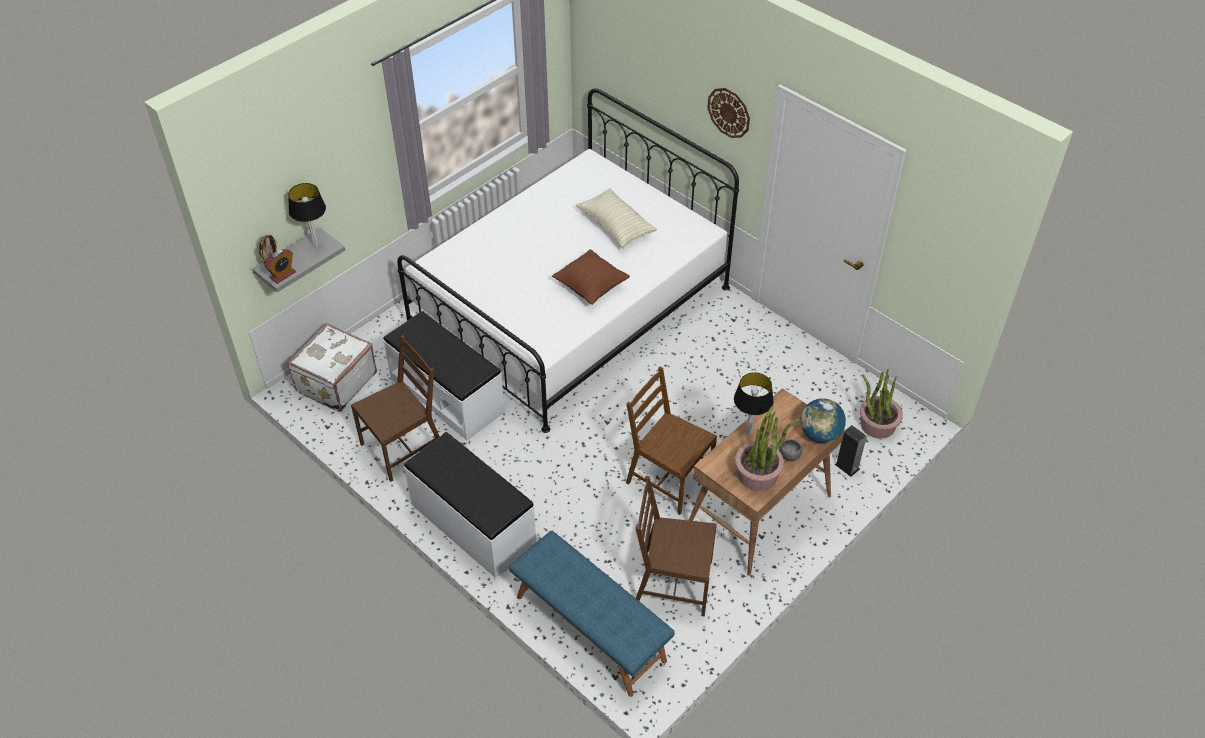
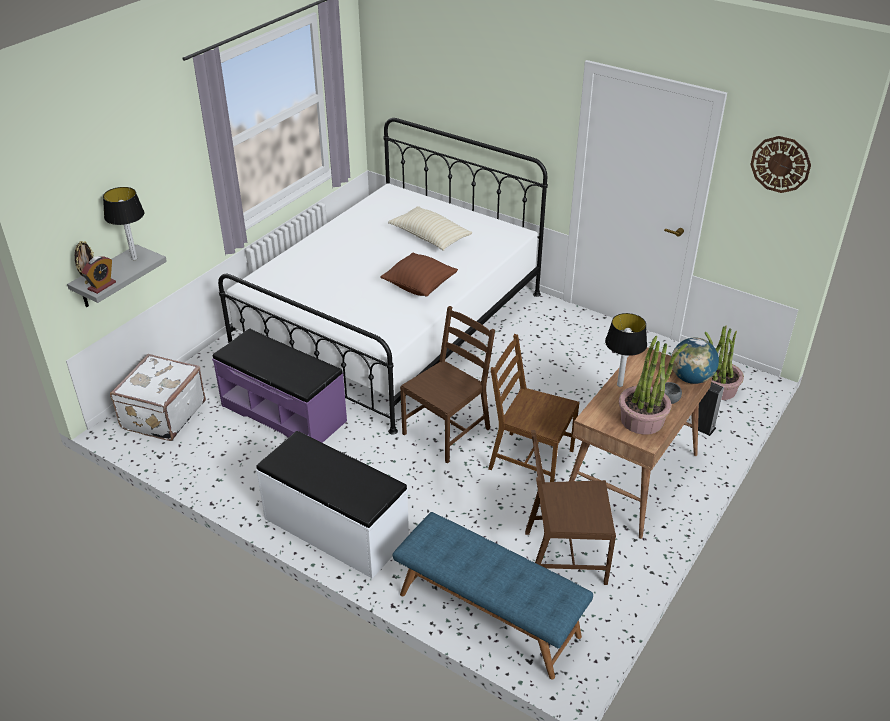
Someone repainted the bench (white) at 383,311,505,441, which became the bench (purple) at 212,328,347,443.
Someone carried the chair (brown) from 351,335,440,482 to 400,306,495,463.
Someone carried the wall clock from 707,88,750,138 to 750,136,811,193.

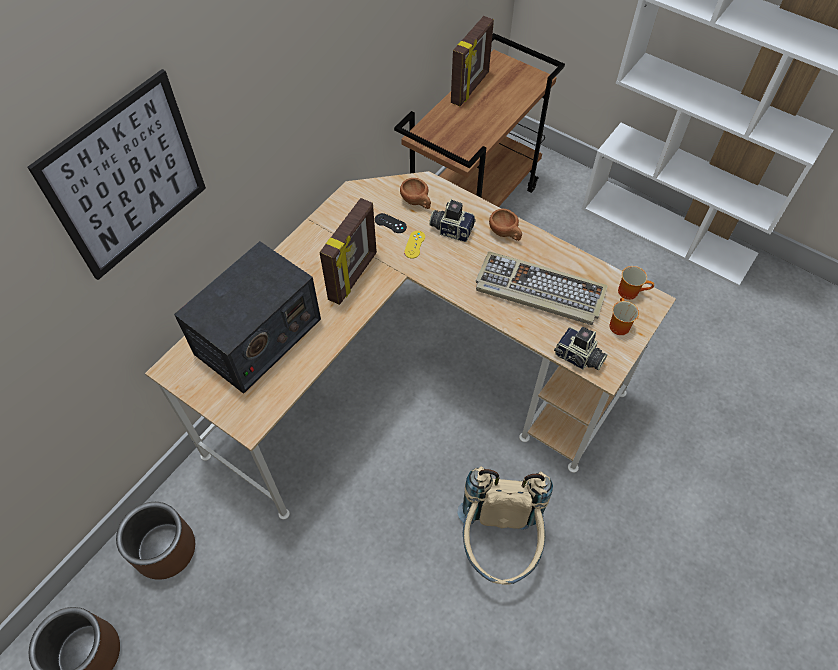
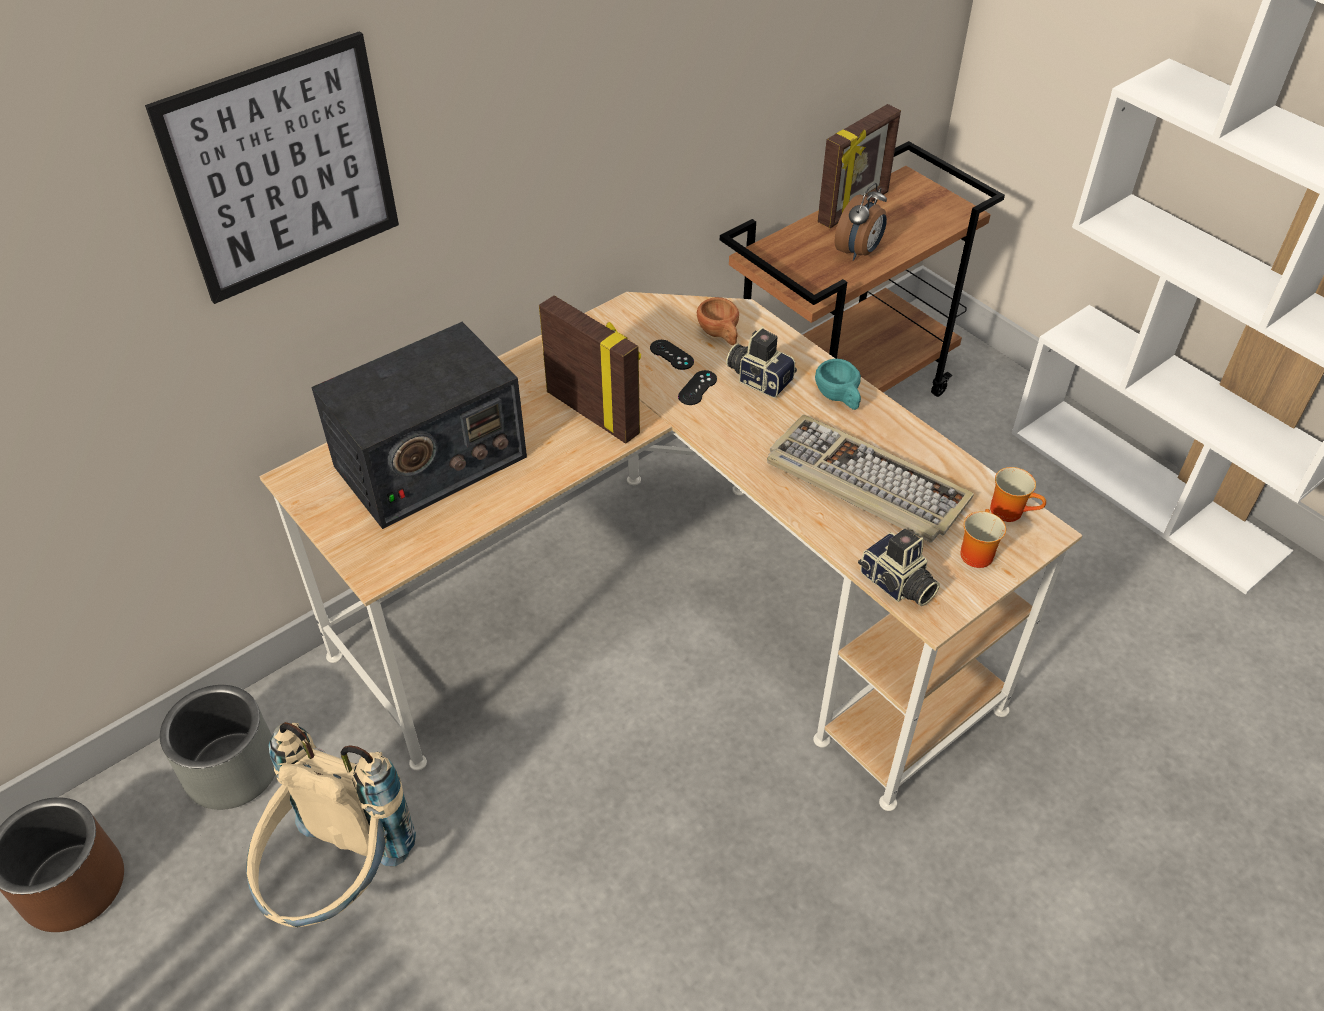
Someone repainted the planter (brown) at 116,502,195,580, which became the planter (grey) at 160,685,275,810.
Someone carried the backpack (beige) from 457,466,553,585 to 246,722,416,927.
Someone rotated the picture frame at 320,198,377,305 by 90 degrees counterclockwise.
Someone repainted the game controller (yellow) at 404,231,425,258, which became the game controller (black) at 678,370,717,405.
Someone repainted the cup (brown) at 489,209,522,241, which became the cup (turquoise) at 815,359,861,410.
Someone put down the alarm clock at 834,183,887,261.

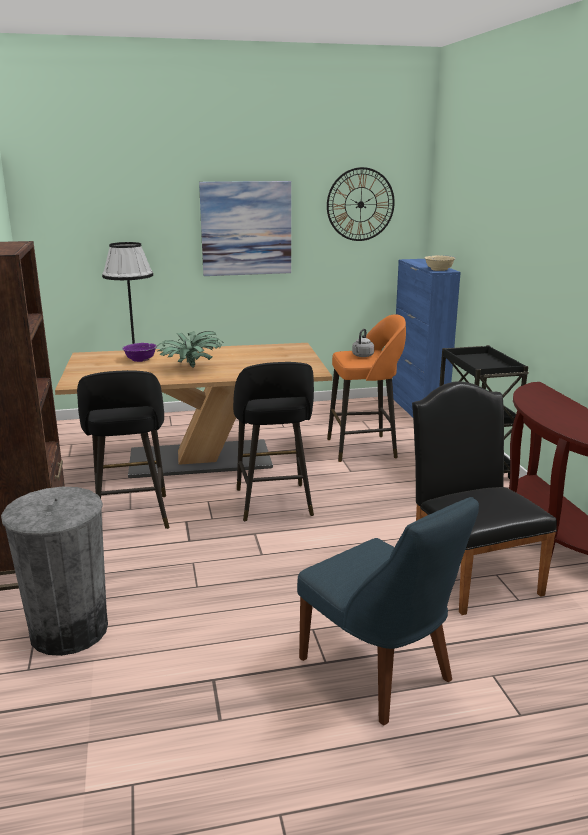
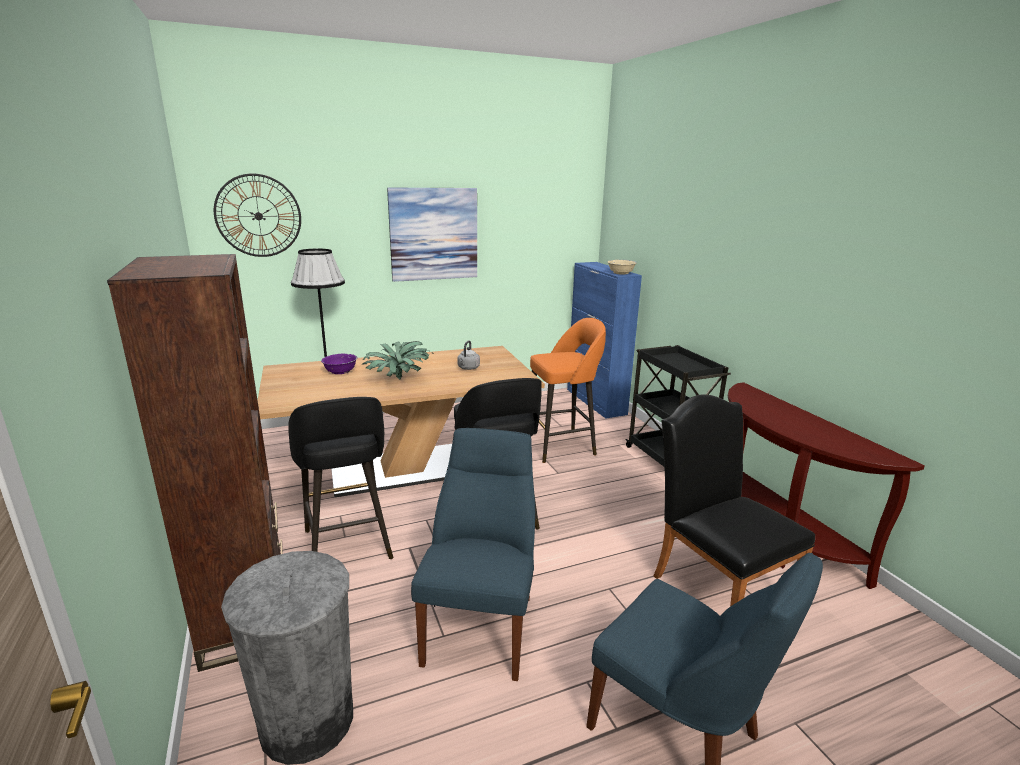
Someone carried the wall clock from 327,167,395,241 to 214,173,301,257.
Someone put down the chair (blue) at 411,428,535,681.
Someone carried the kettle (grey) from 352,329,374,357 to 457,340,480,370.

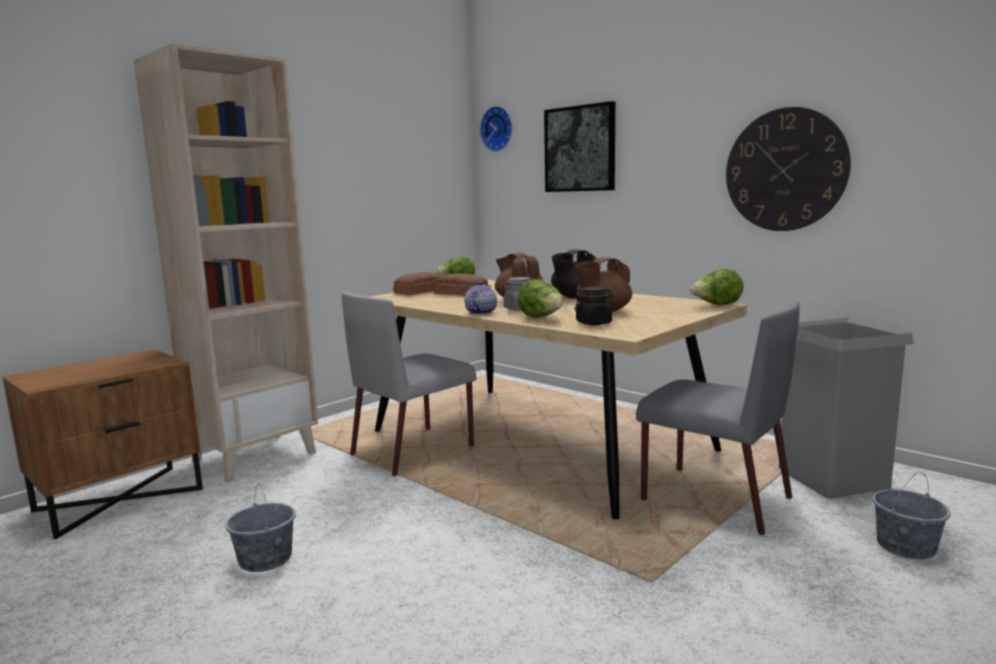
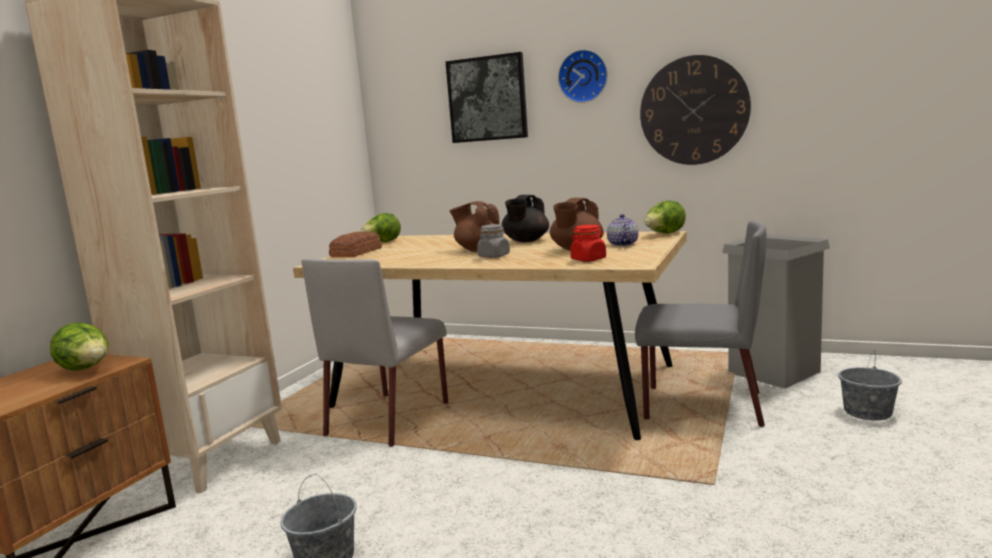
Someone carried the lettuce from 518,279,563,318 to 50,323,109,371.
Someone carried the wall clock from 480,106,512,152 to 558,49,608,103.
Someone repainted the jar (black) at 575,287,614,325, which became the jar (red) at 570,225,606,261.
Someone carried the teapot from 465,281,497,315 to 607,214,639,246.
Someone took away the bread at 434,274,488,296.

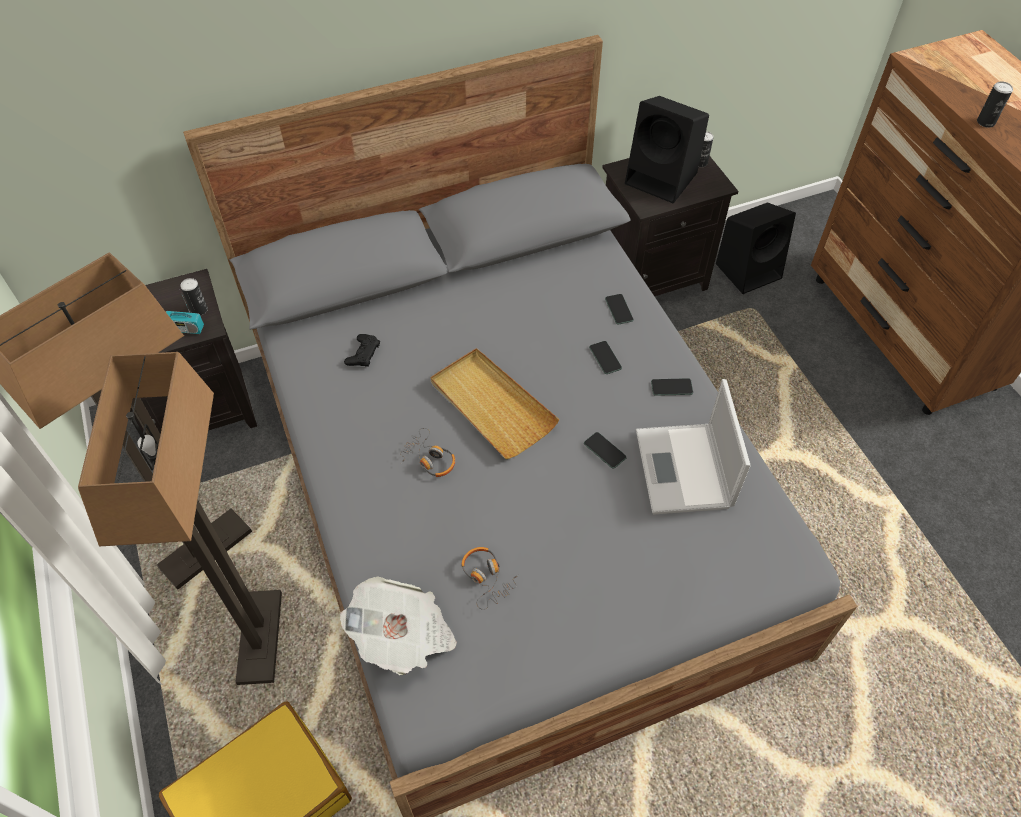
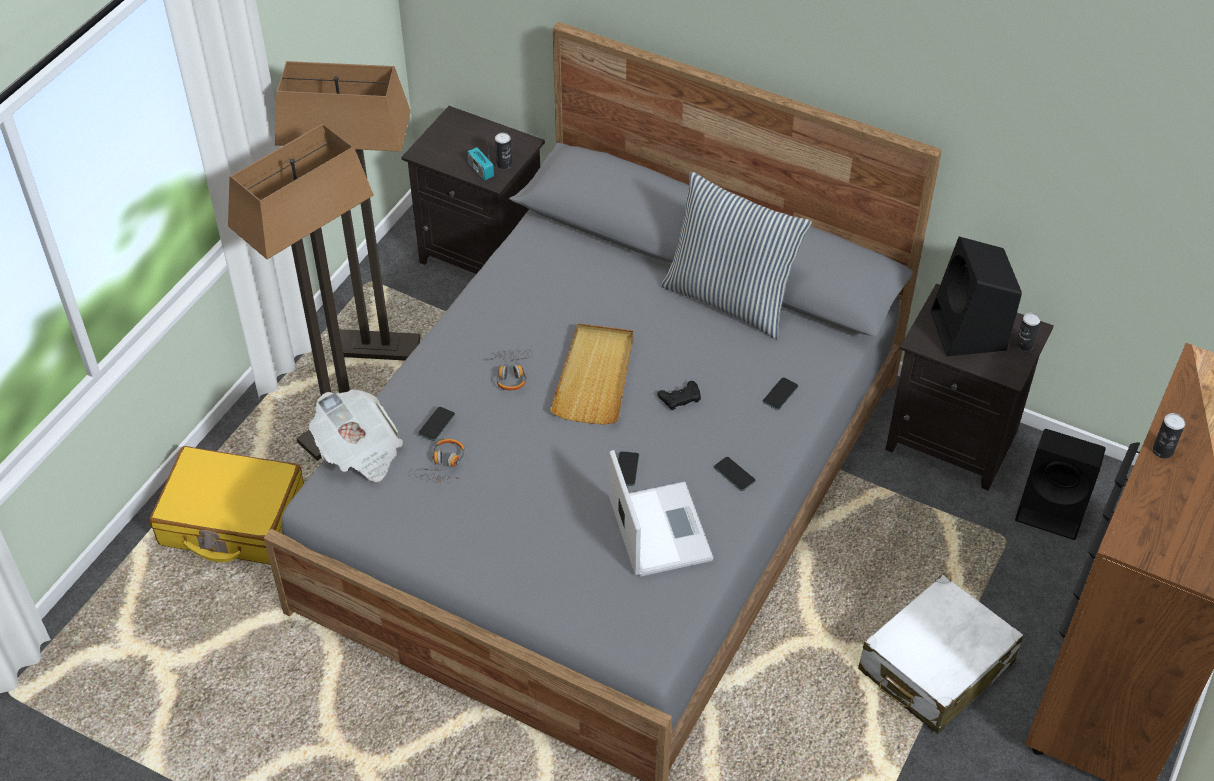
Someone carried the phone from 589,341,622,374 to 418,407,455,441.
Someone rotated the laptop at 636,379,751,515 by 120 degrees clockwise.
Someone carried the game controller (black) from 344,334,380,367 to 657,381,701,410.
Someone put down the pillow at 661,171,812,339.
Someone put down the suitcase (white) at 858,574,1023,734.

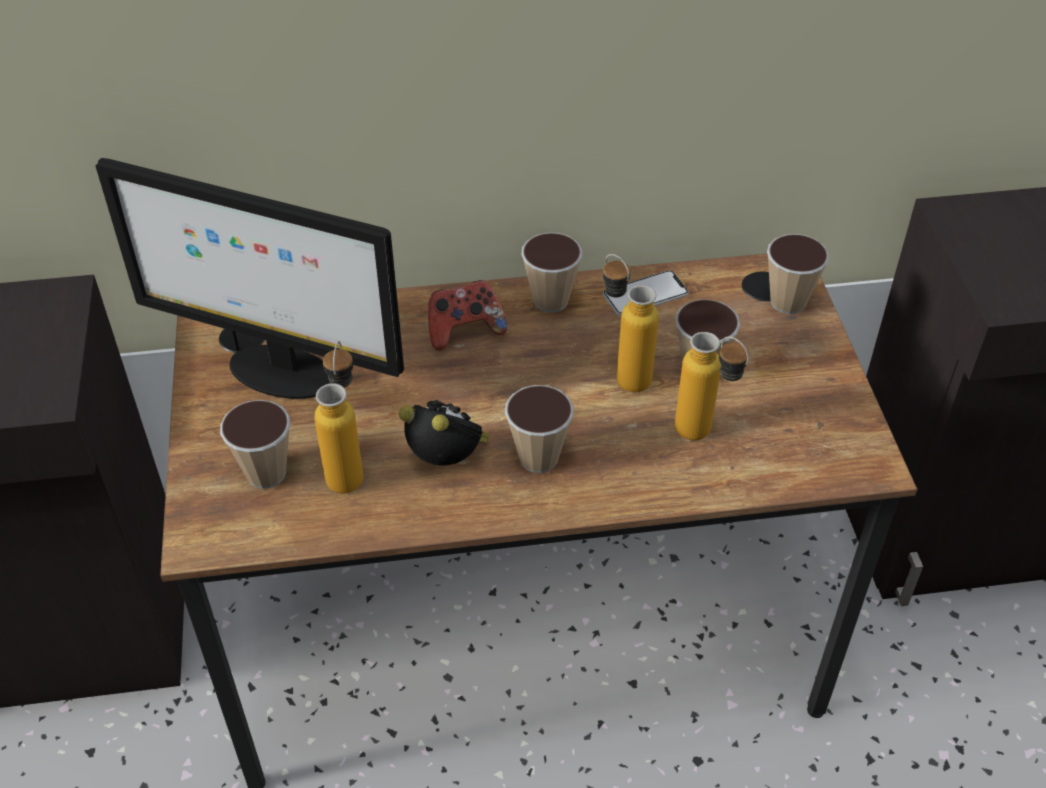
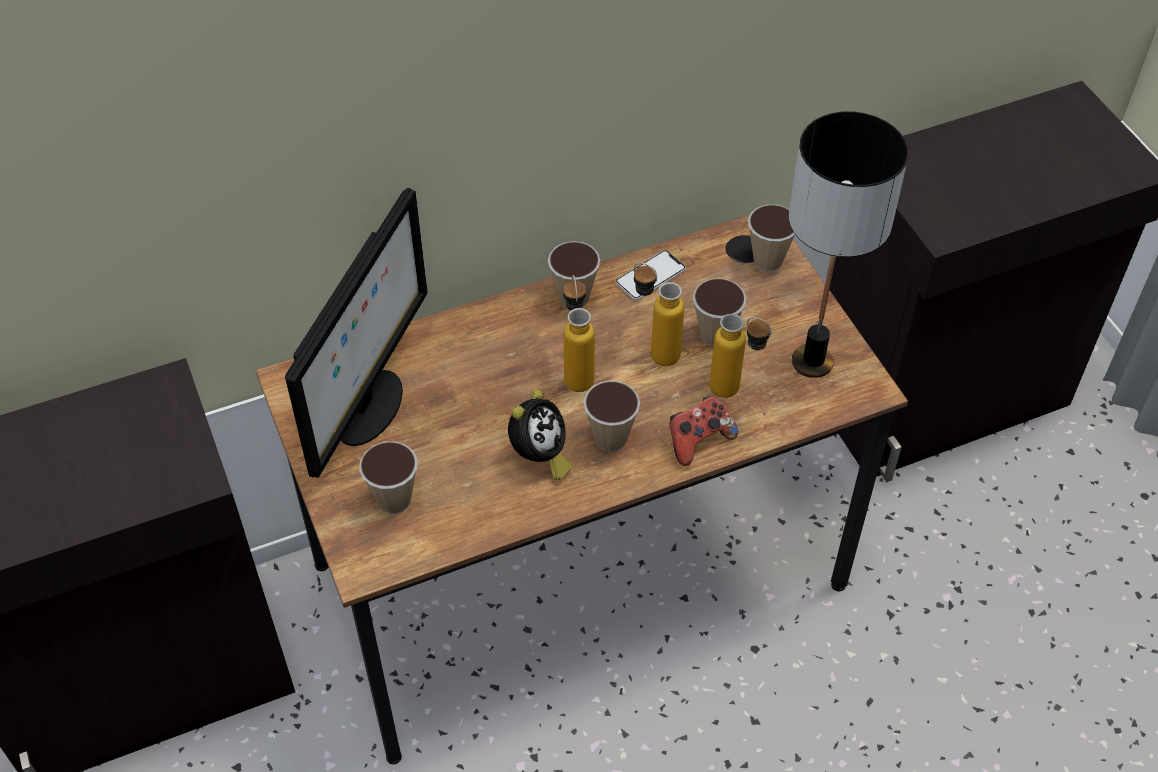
Someone rotated the monitor at 96,158,404,399 by 75 degrees counterclockwise.
Someone rotated the alarm clock at 399,399,490,466 by 105 degrees clockwise.
Someone carried the bottle from 314,341,364,493 to 563,275,595,392.
Someone carried the game controller from 428,280,507,350 to 669,396,738,466.
Someone put down the table lamp at 789,111,908,378.

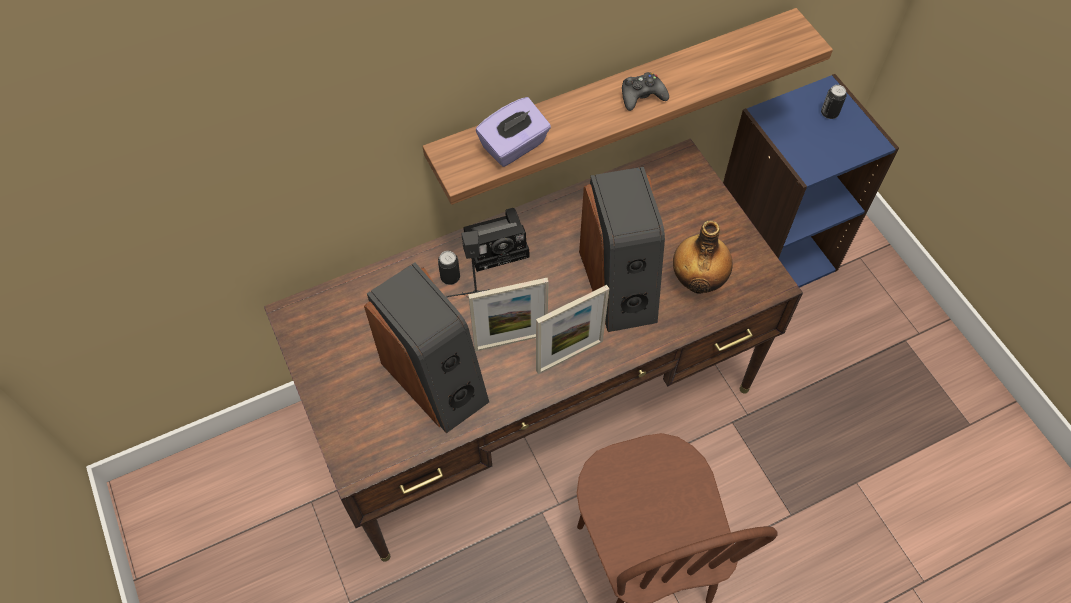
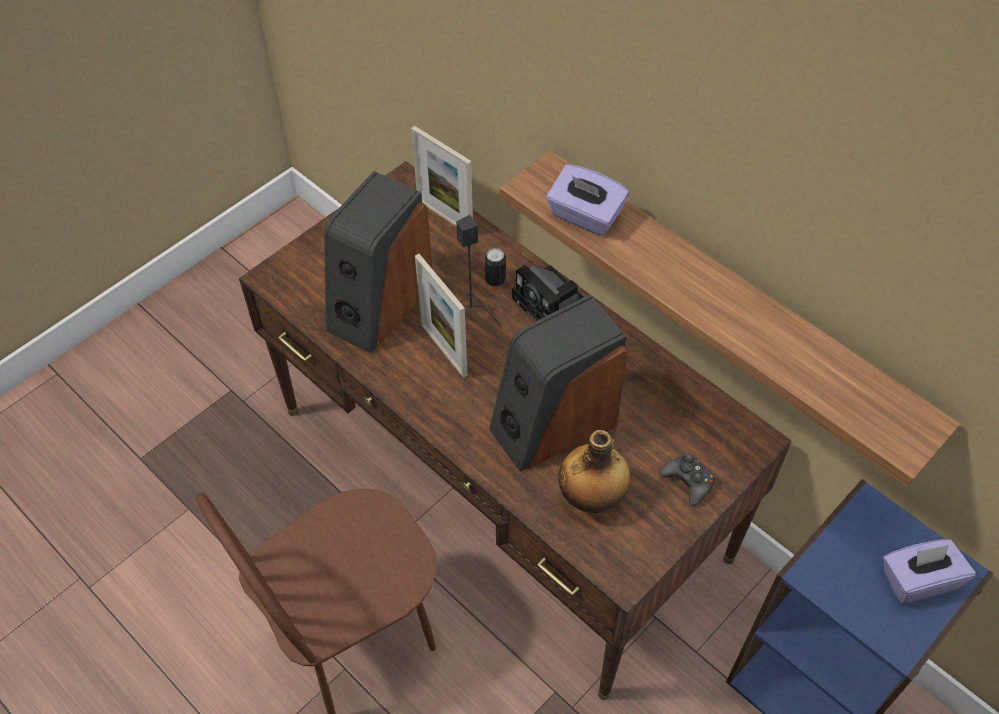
Someone carried the picture frame from 536,285,609,374 to 411,126,473,227.
Someone carried the game controller (black) from 622,72,669,111 to 660,454,715,507.
Someone swapped the can at 821,85,847,119 for the tissue box (purple) at 883,539,976,604.

